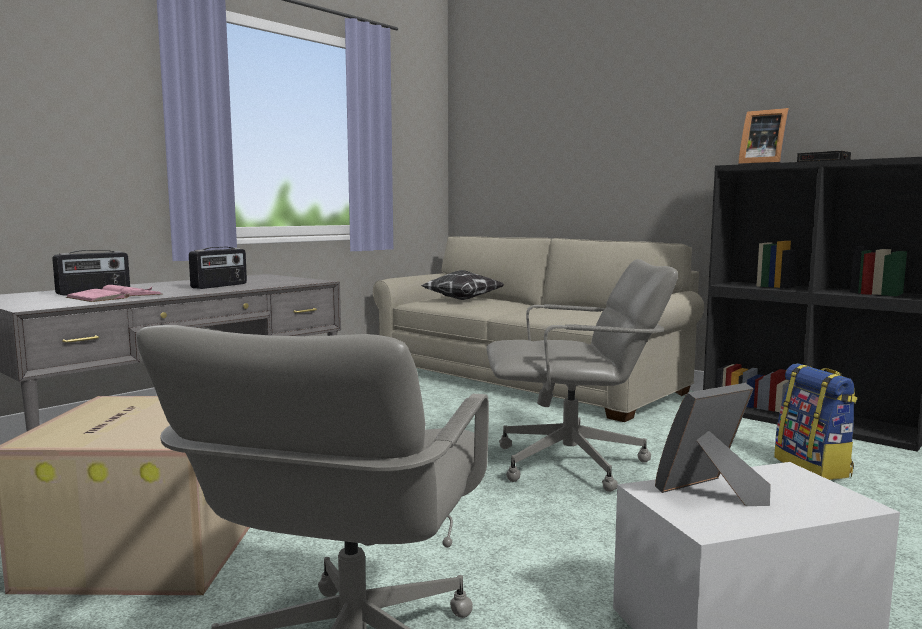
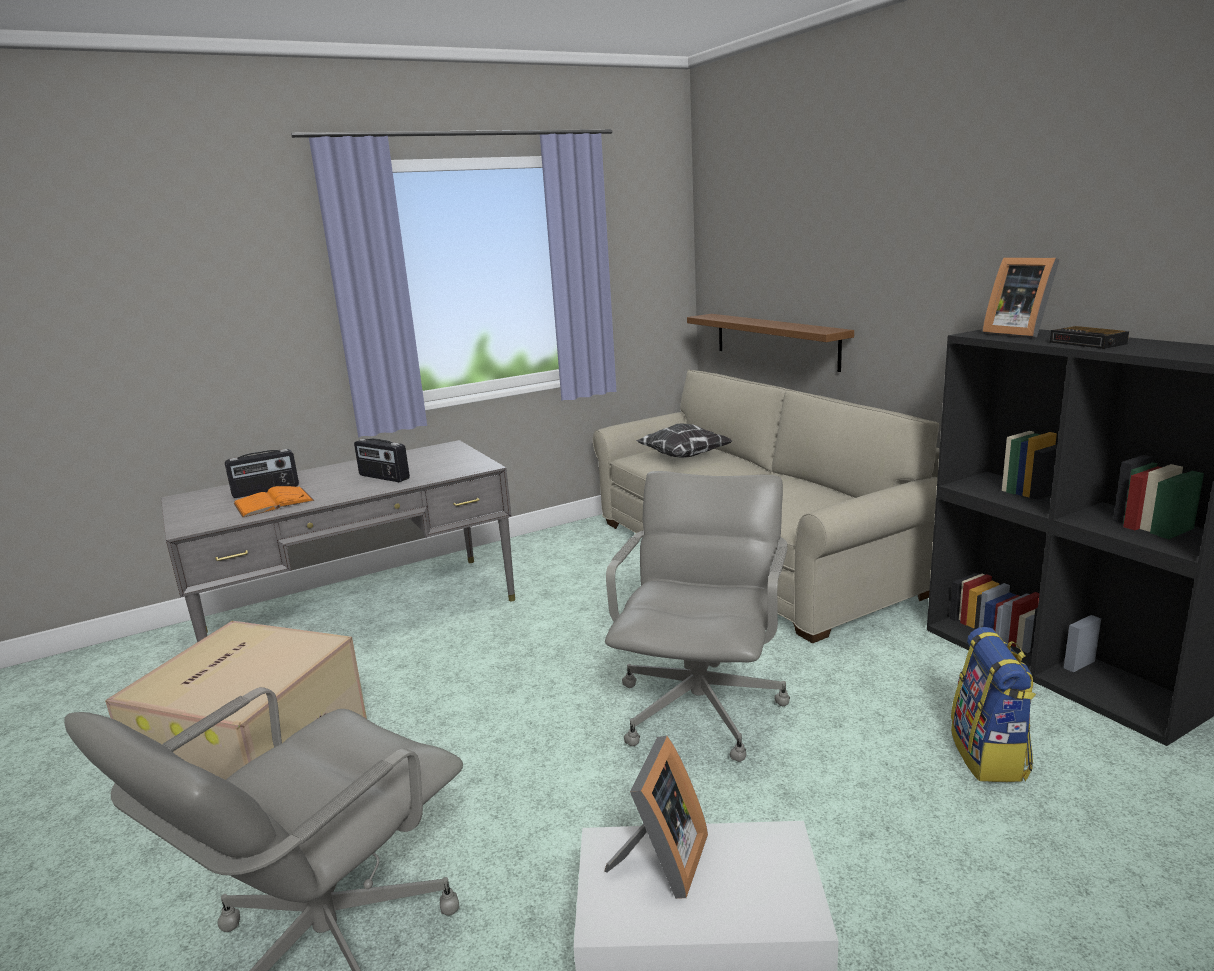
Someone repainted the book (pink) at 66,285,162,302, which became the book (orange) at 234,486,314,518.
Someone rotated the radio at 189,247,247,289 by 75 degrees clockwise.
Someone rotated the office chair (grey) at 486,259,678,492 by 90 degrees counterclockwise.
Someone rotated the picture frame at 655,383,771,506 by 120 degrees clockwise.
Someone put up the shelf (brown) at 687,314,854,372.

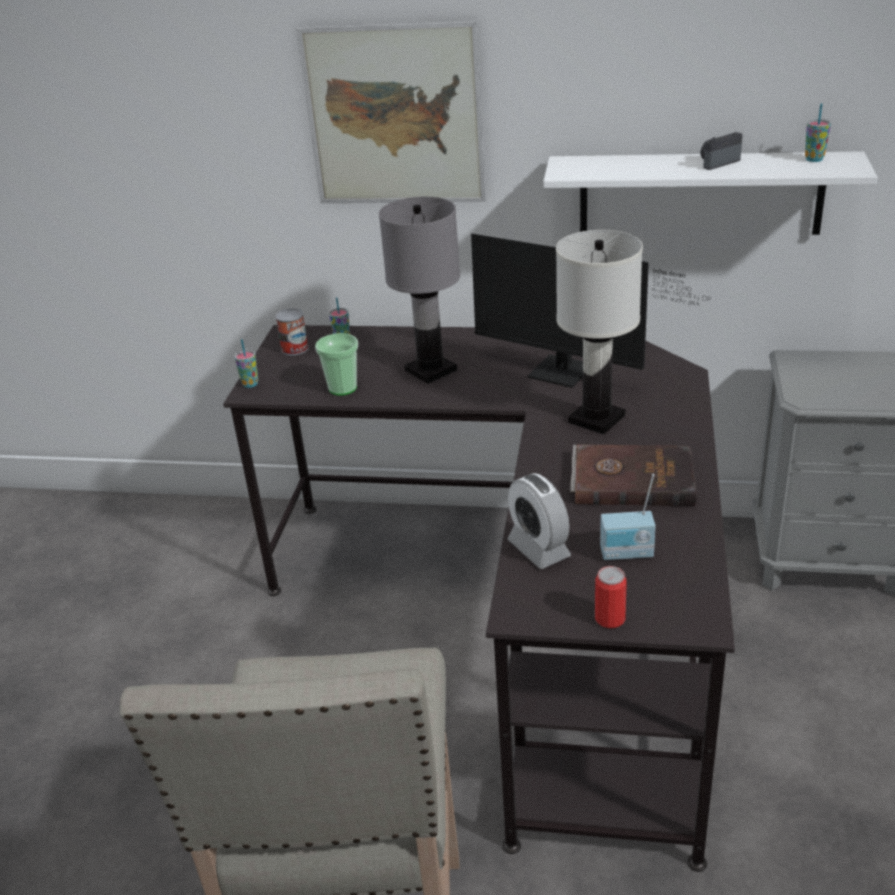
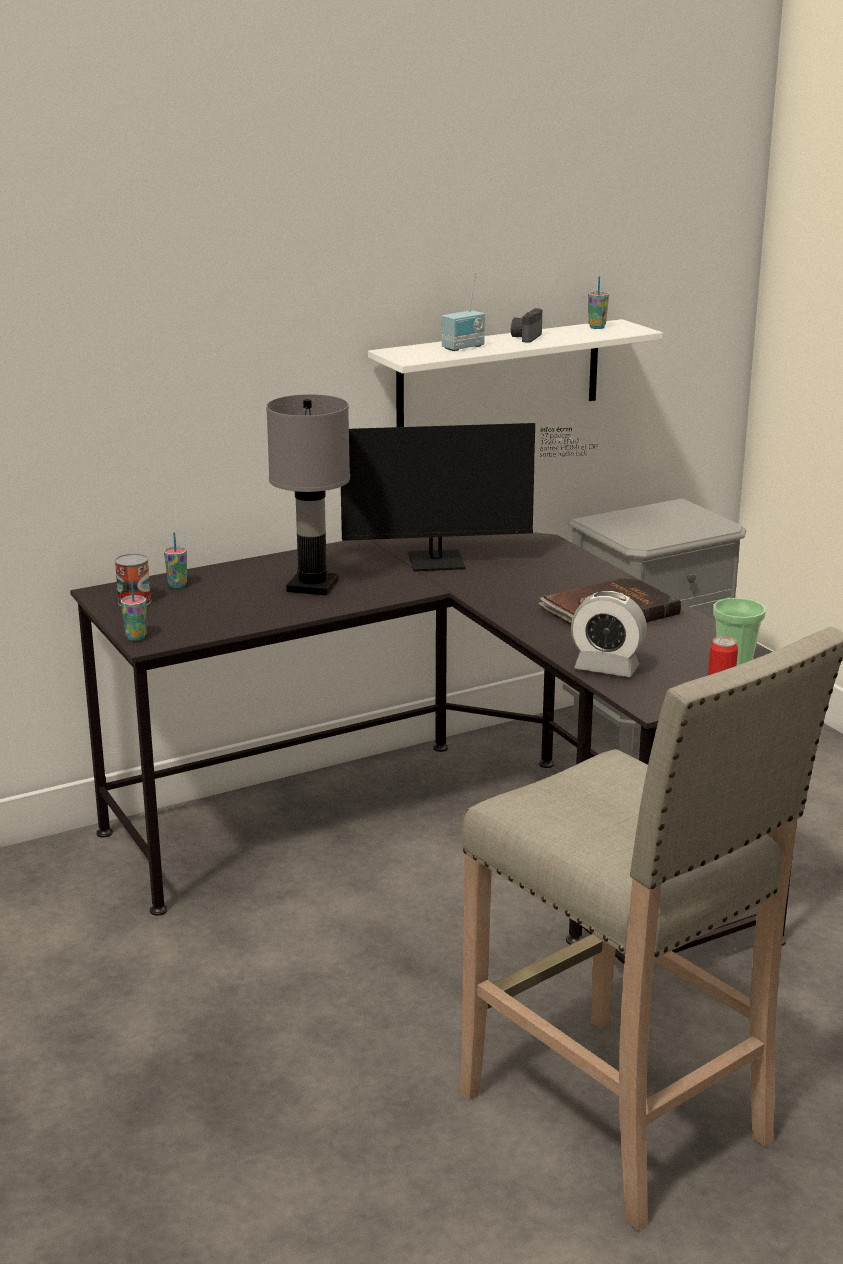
Someone carried the radio from 600,474,655,560 to 442,273,485,351.
Someone carried the cup from 315,333,358,396 to 713,598,766,665.
Someone took away the picture at 296,21,486,203.
Someone took away the table lamp (white) at 556,230,643,434.

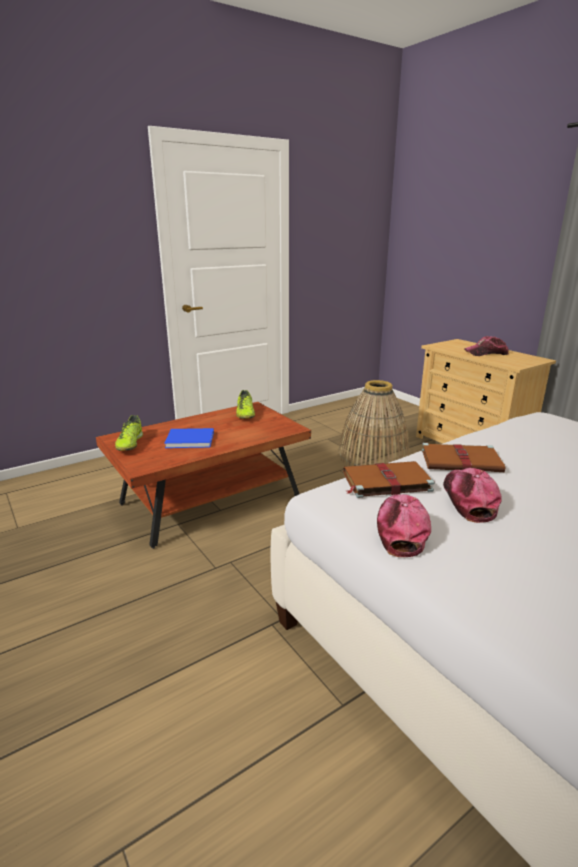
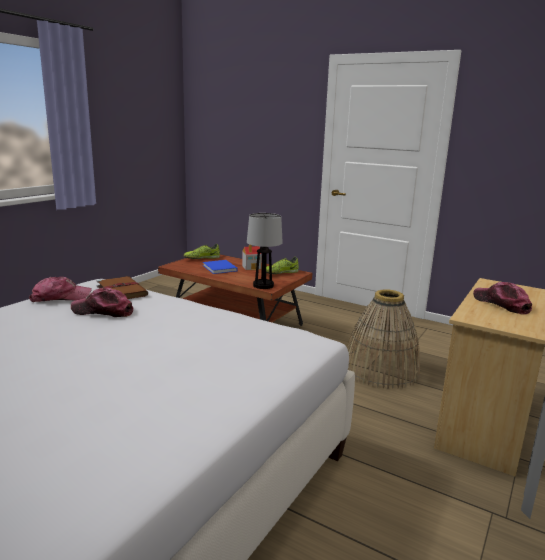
Someone rotated the cap at 443,468,502,523 by 150 degrees counterclockwise.
Someone put down the toy house at 242,244,262,270.
Someone put down the table lamp at 247,213,283,289.
Someone took away the book (brown) at 421,443,505,472.

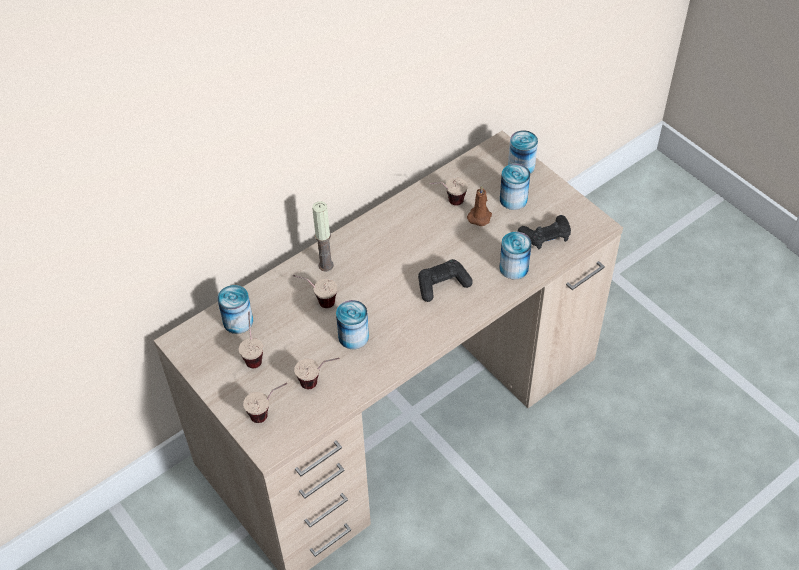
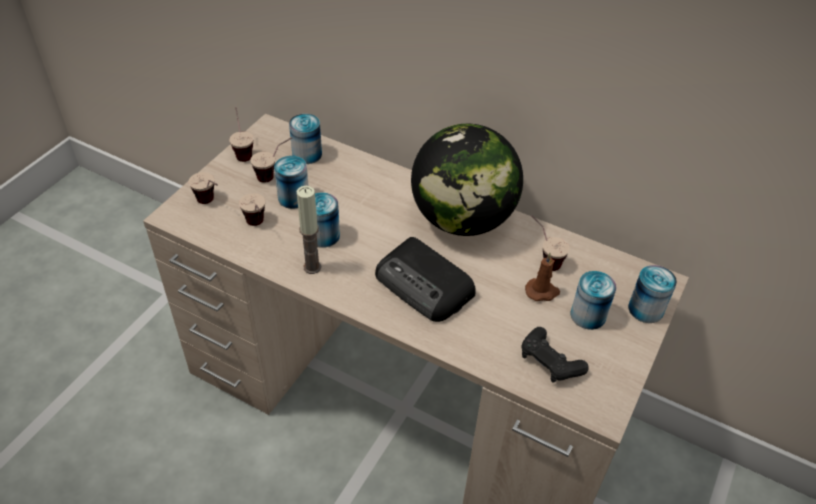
Someone carried the cup from 293,275,337,308 to 229,107,254,162.
Someone carried the can from 499,232,532,280 to 274,156,308,209.
Someone carried the candle from 312,201,334,272 to 297,186,321,274.
Someone swapped the game controller (black) at 418,259,473,302 for the radio at 375,237,476,322.
Someone put down the globe at 411,124,523,236.

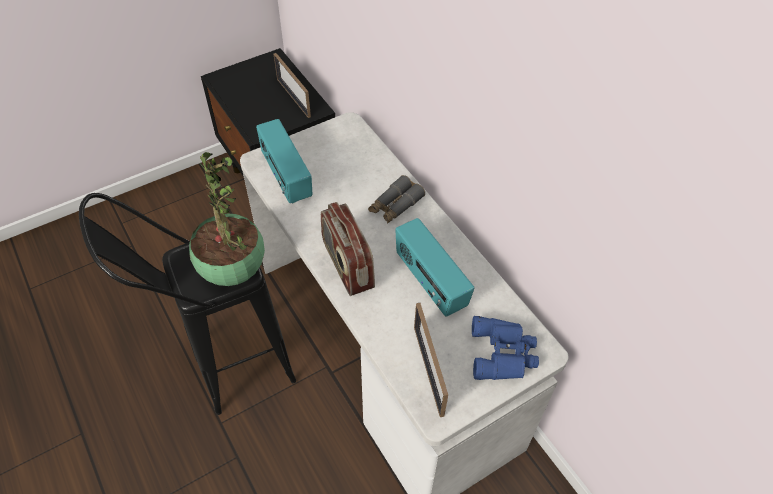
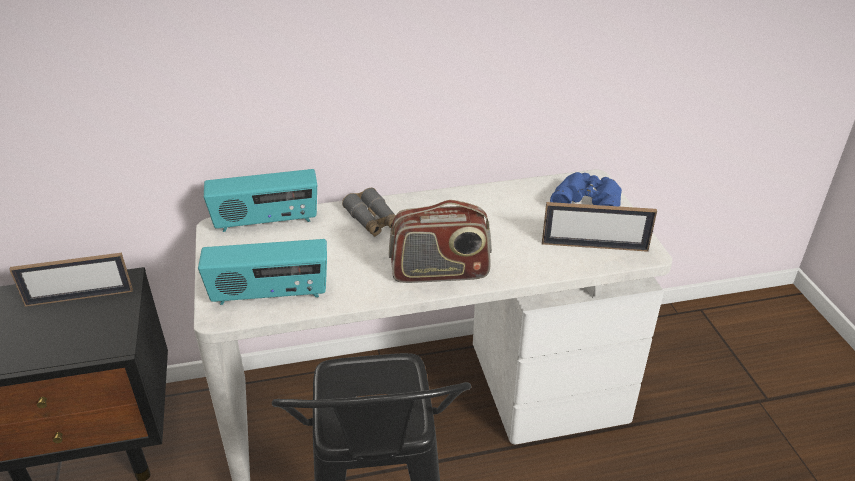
Someone carried the radio from 395,218,474,317 to 204,169,317,232.
Someone took away the potted plant at 189,152,265,286.

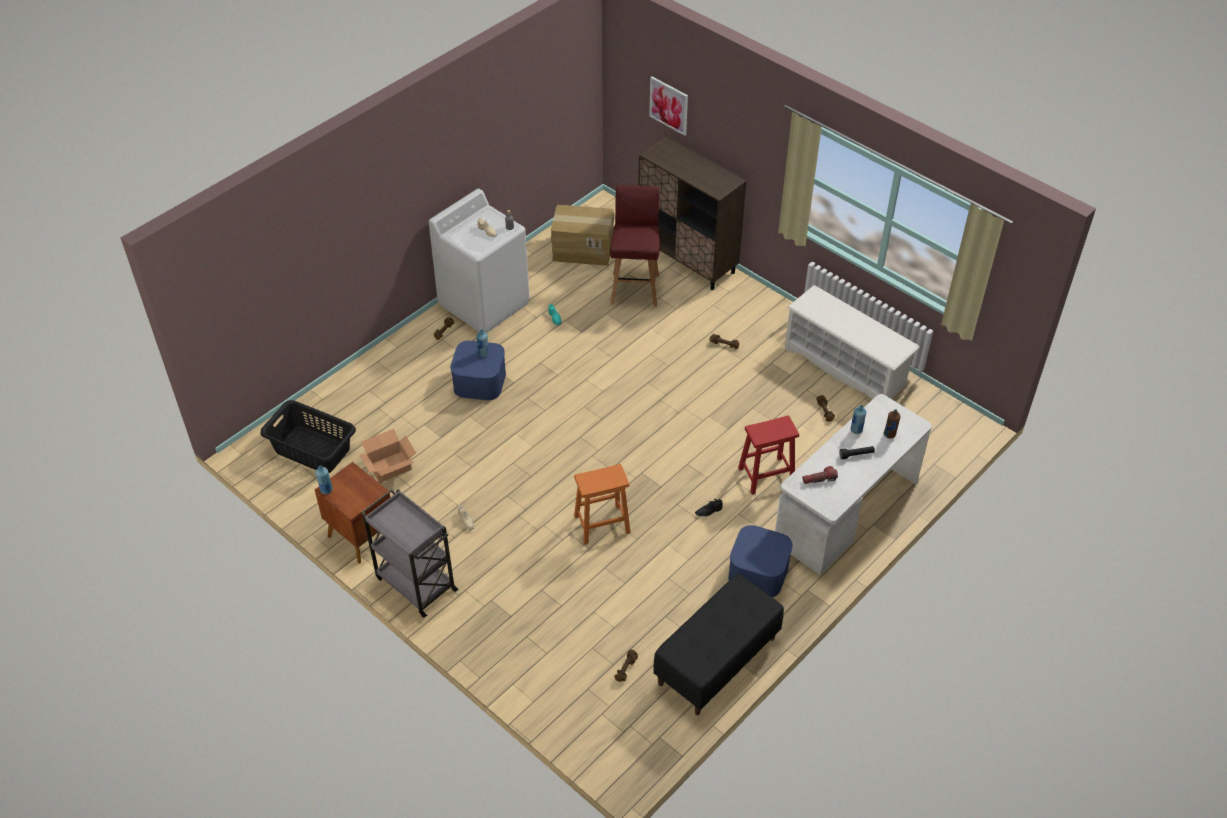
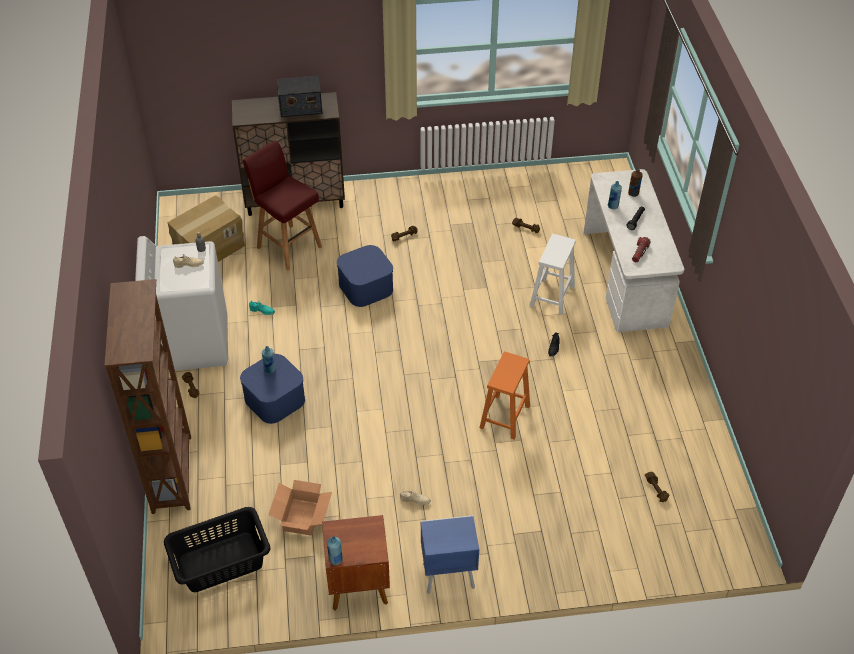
Someone put down the bookcase (brown) at 104,279,191,514.
Someone put down the radio at 277,76,322,117.
Someone carried the storage box (blue) from 728,525,793,597 to 337,245,393,307.
Someone swapped the cart (grey) at 361,489,459,618 for the nightstand (blue) at 421,515,479,594.
Someone repainted the stool (red) at 738,415,799,495, which became the stool (white) at 530,234,576,315.
Someone took away the picture at 649,76,688,136.
Someone took away the bench (black) at 653,574,784,715.
Someone took away the shoe rack (white) at 785,285,920,400.

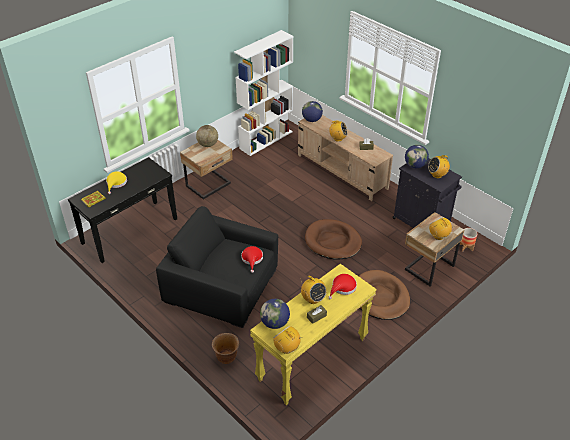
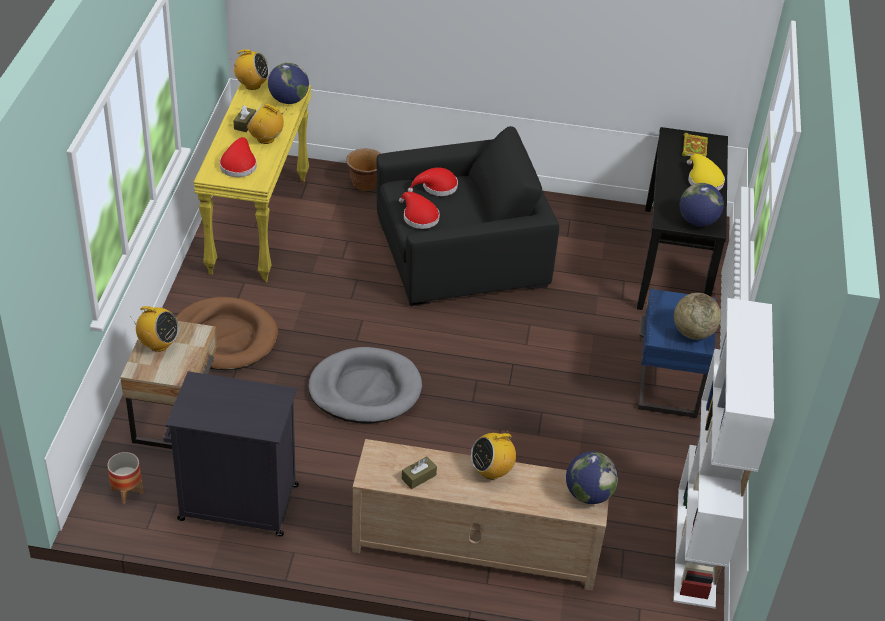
Someone repainted the dog bed (brown) at 305,219,362,260, which became the dog bed (grey) at 308,347,422,424.
Someone put down the hat (red) at 408,167,458,196.
Someone repainted the nightstand (beige) at 180,140,233,200, which became the nightstand (blue) at 638,289,716,418.
Someone carried the globe from 405,145,429,168 to 680,183,724,227.
Someone took away the radio at 428,154,450,178.

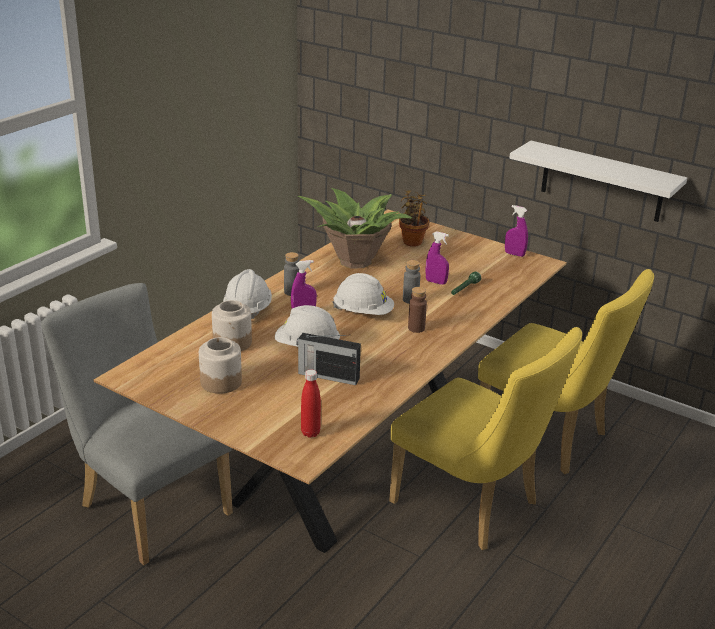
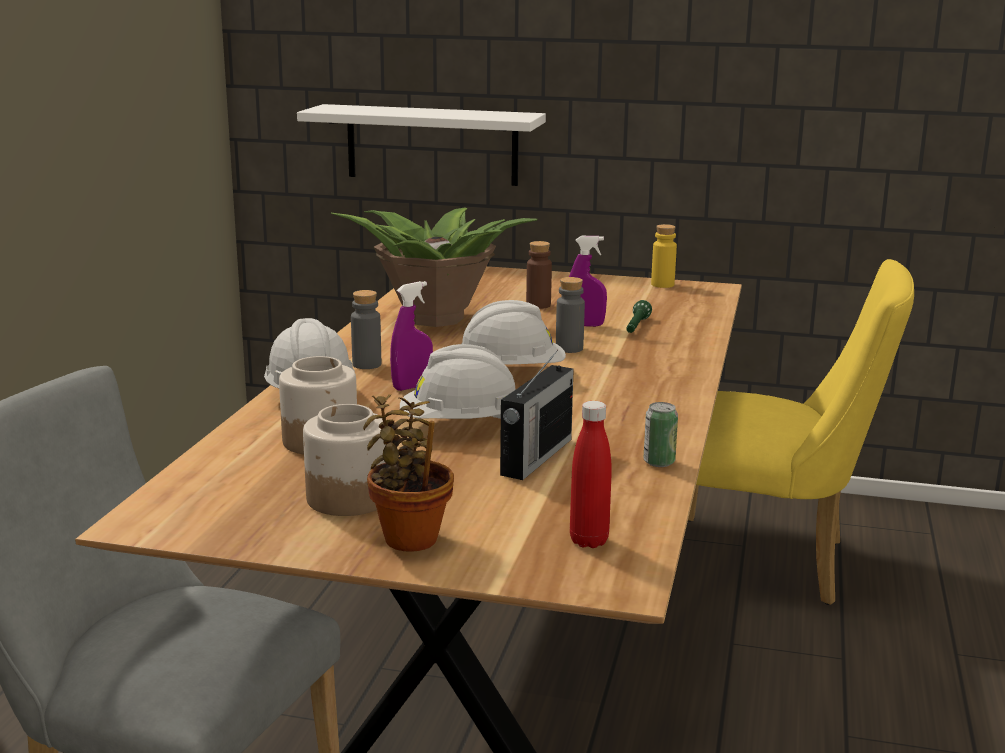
Someone carried the shelf (white) from 509,141,687,222 to 297,104,546,186.
Someone carried the potted plant from 399,190,430,247 to 363,394,454,552.
Someone rotated the radio at 296,333,361,385 by 60 degrees counterclockwise.
Someone carried the bottle (brown) from 408,287,427,333 to 526,241,552,309.
Someone put down the can at 643,402,678,467.
Someone swapped the spray bottle (purple) at 505,205,528,257 for the bottle (yellow) at 651,224,677,288.
Someone took away the chair (yellow) at 389,327,582,550.

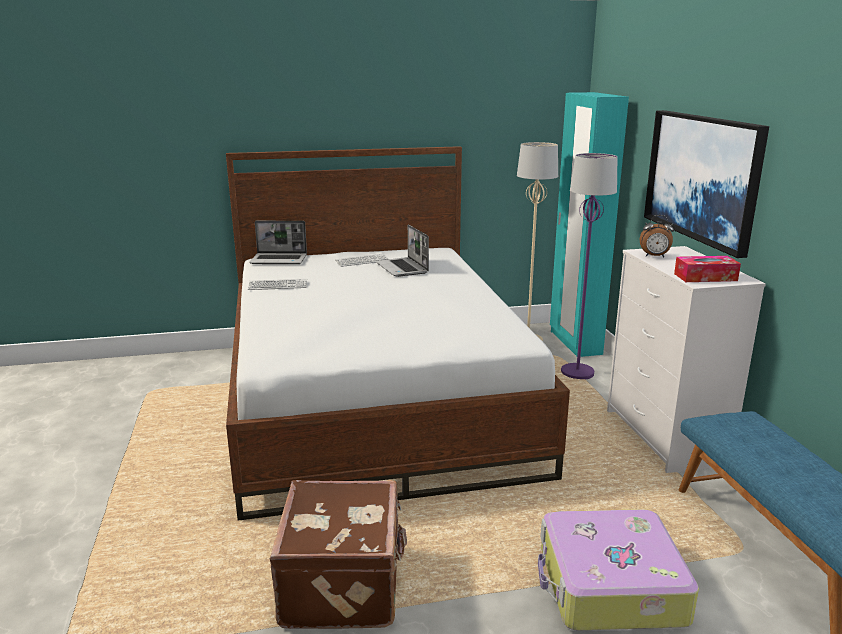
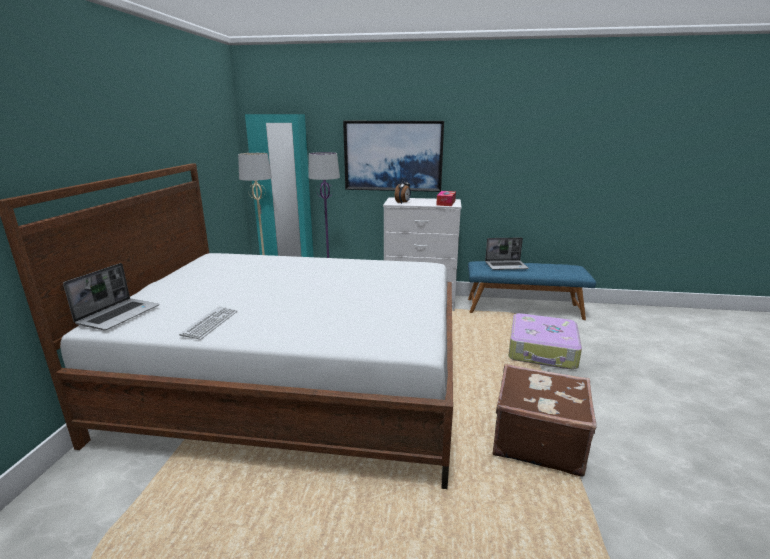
Someone carried the laptop from 376,225,429,277 to 485,237,529,270.
Someone took away the keyboard at 335,254,388,267.

